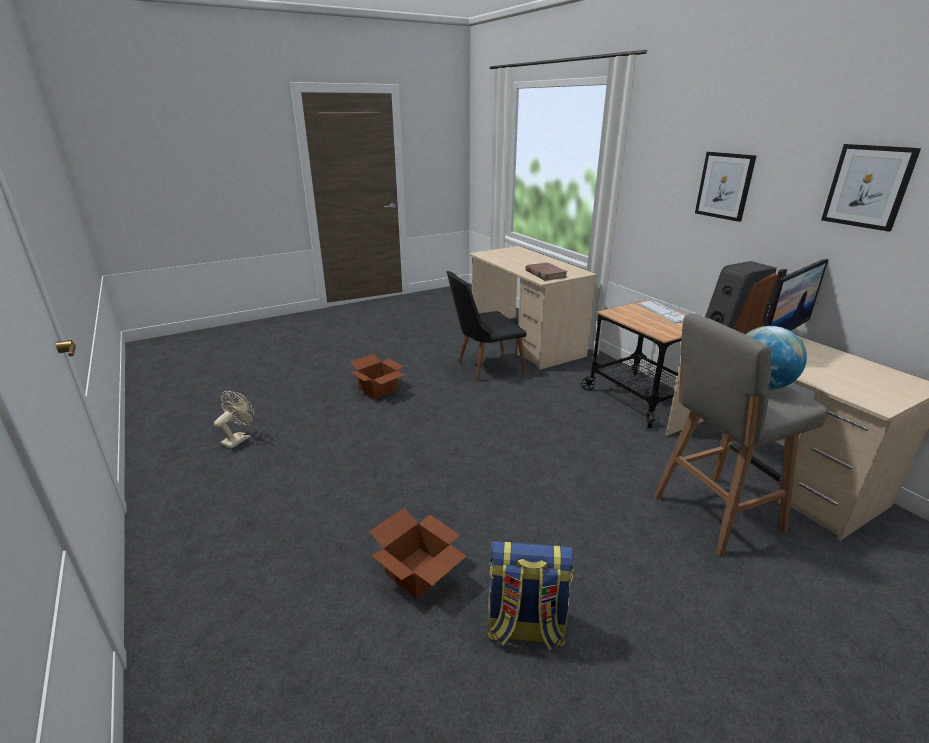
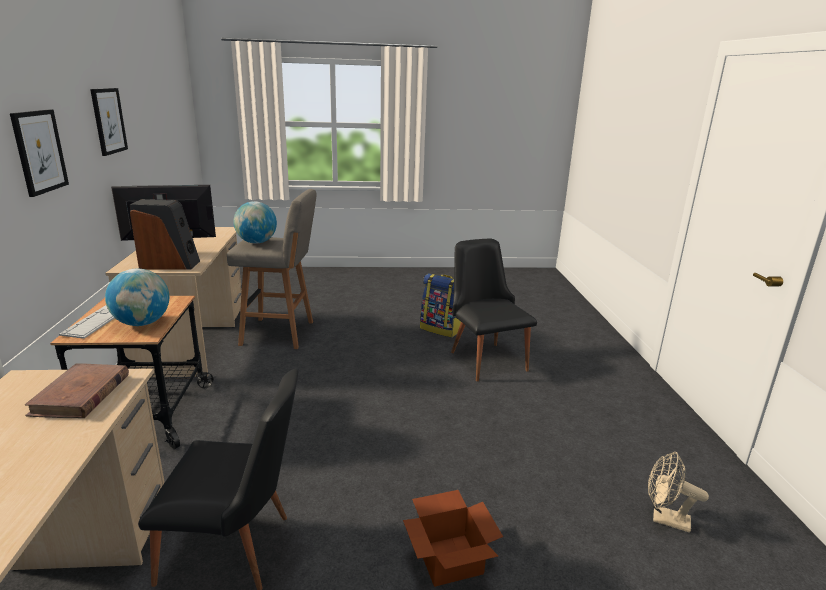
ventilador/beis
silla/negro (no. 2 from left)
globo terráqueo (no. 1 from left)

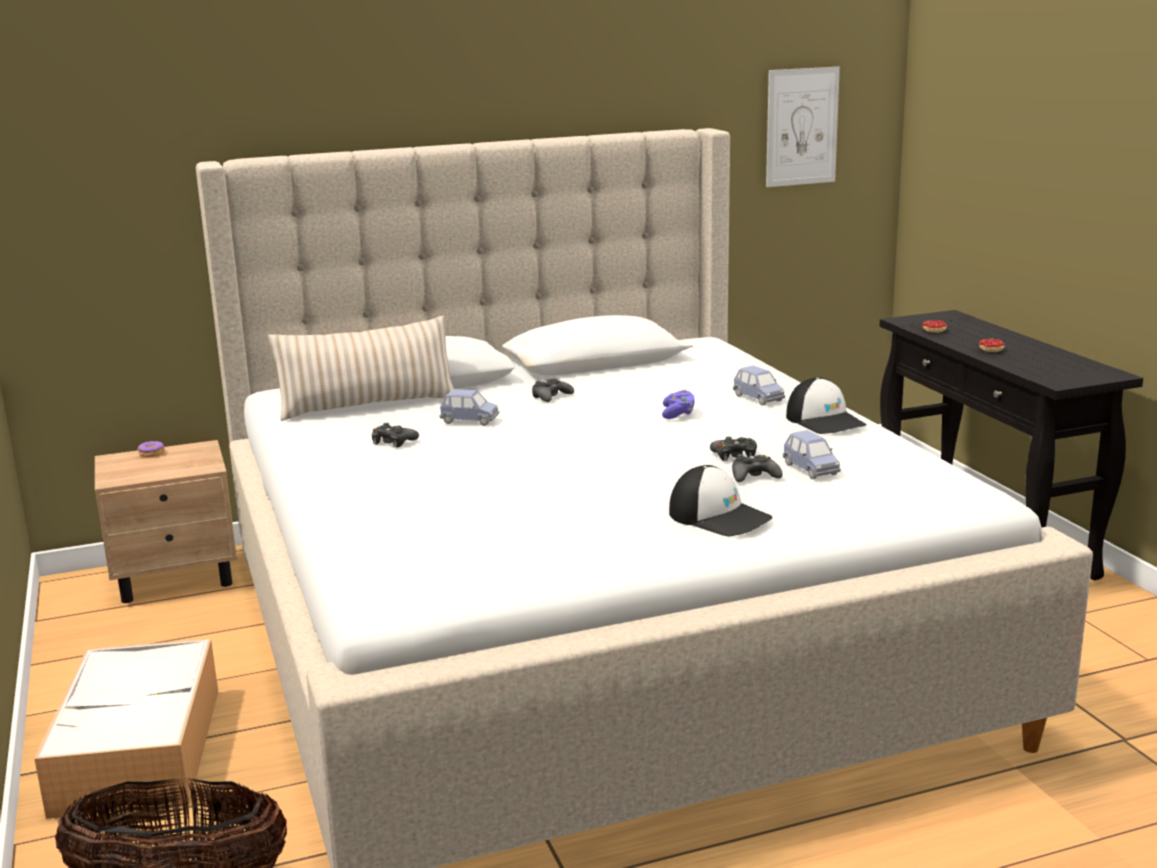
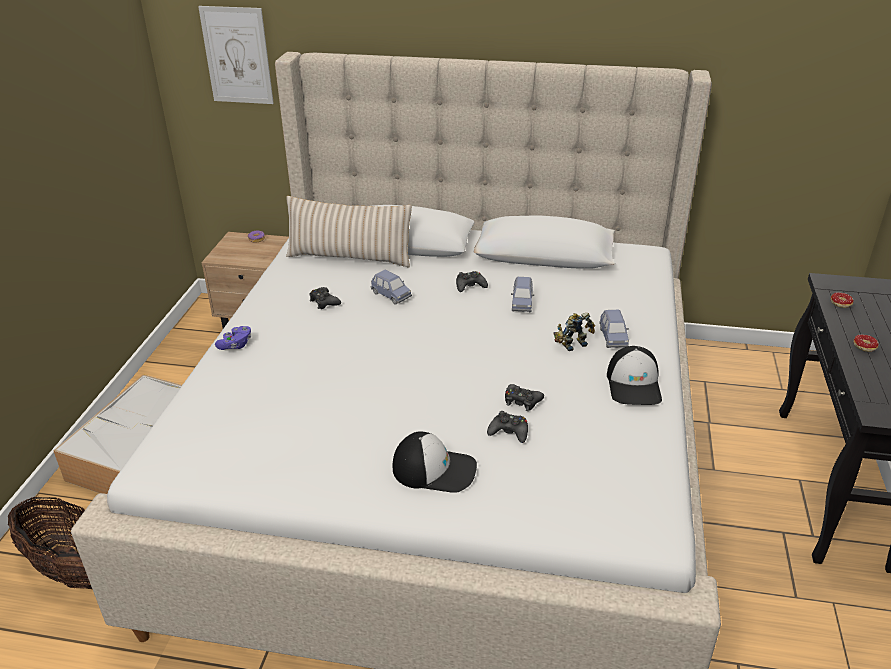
cuadro
mando de consola/morado
coche de juguete/azul (no. 2 from left)
gorra (no. 1 from left)
robot de juguete

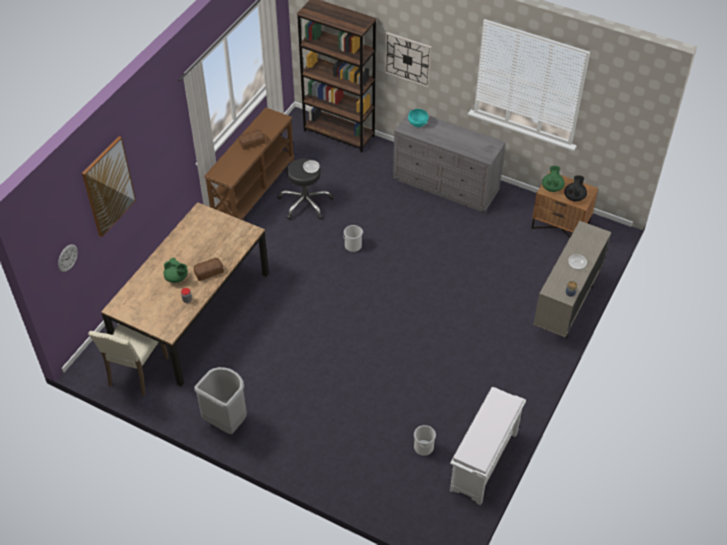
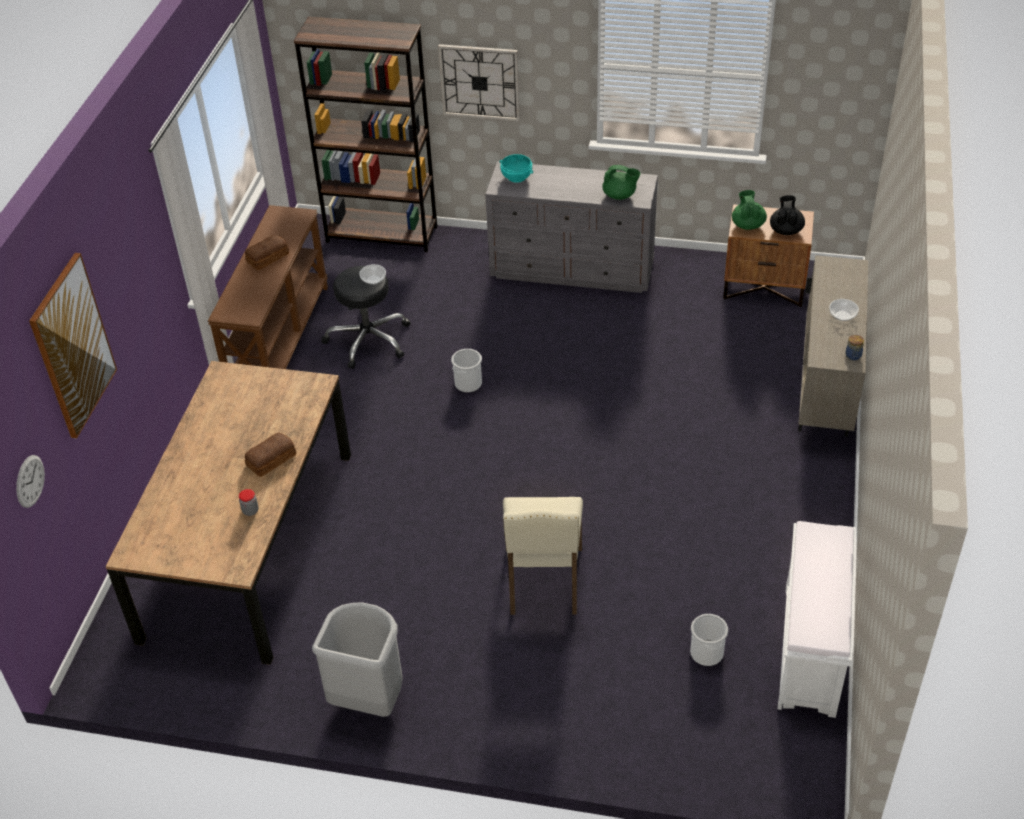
tetera/verde (no. 1 from left)
silla/beis

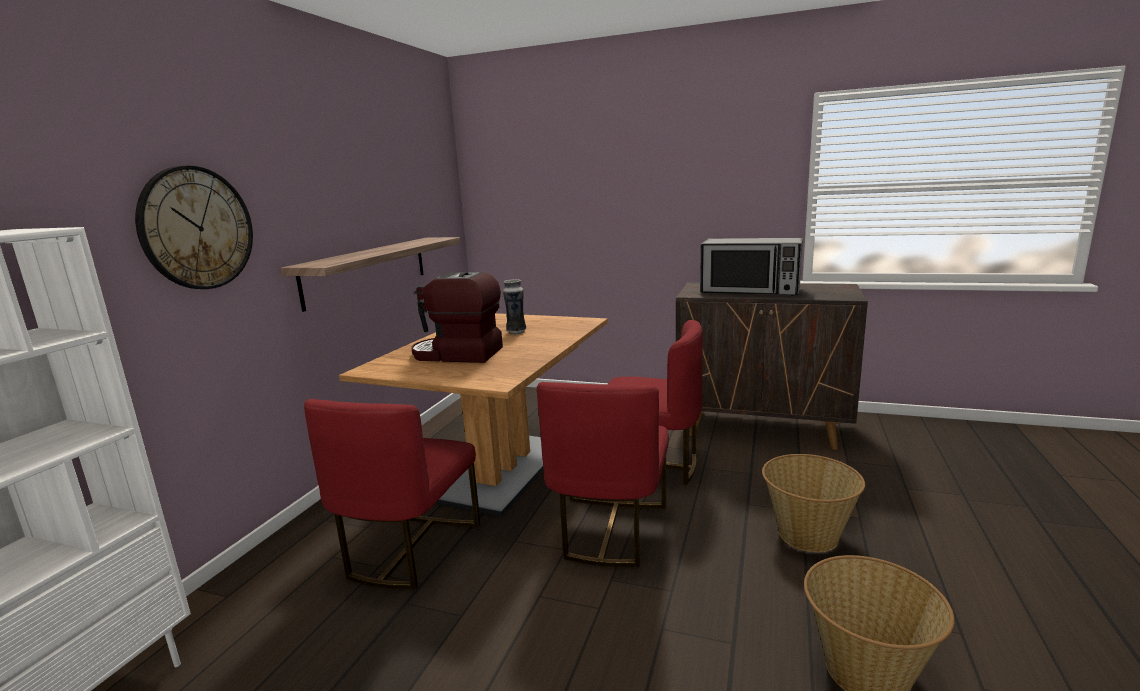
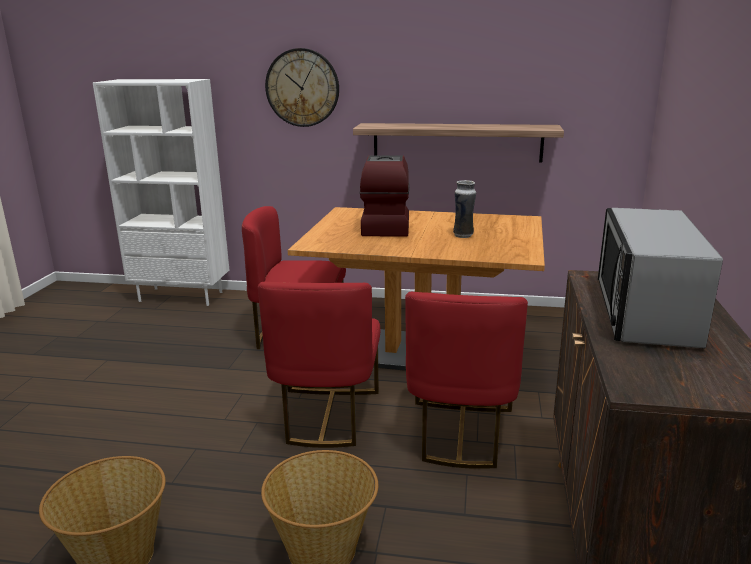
silla/rojo (no. 2 from left)

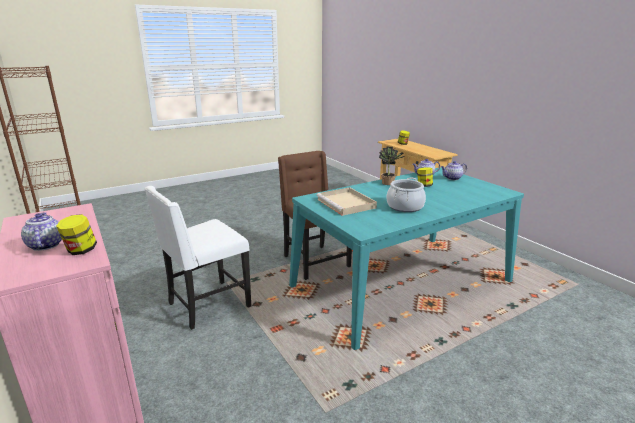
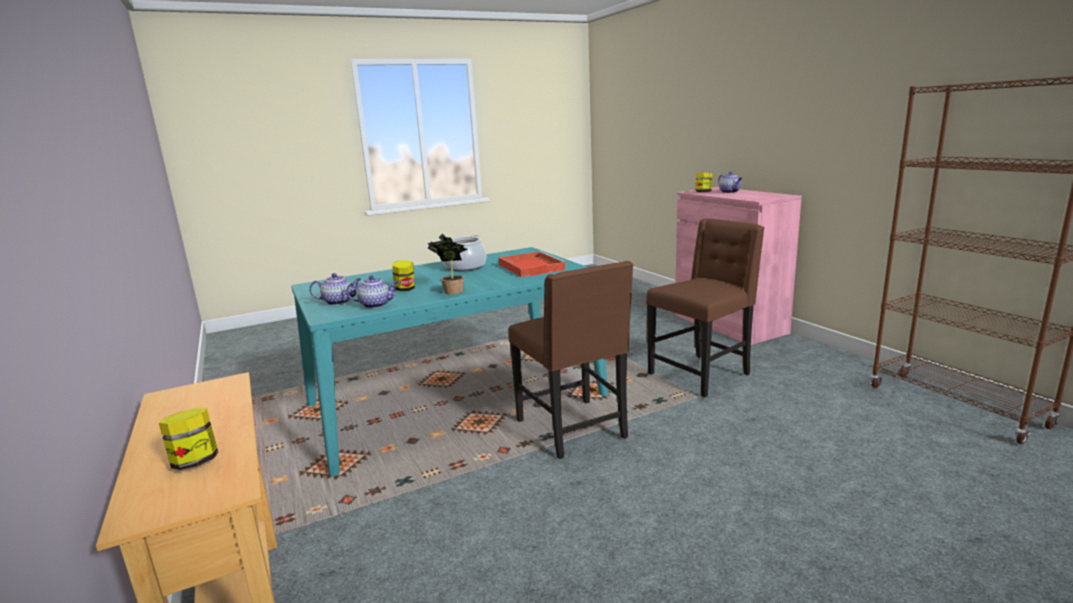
silla/marrón (no. 2 from left)
bandeja/rojo

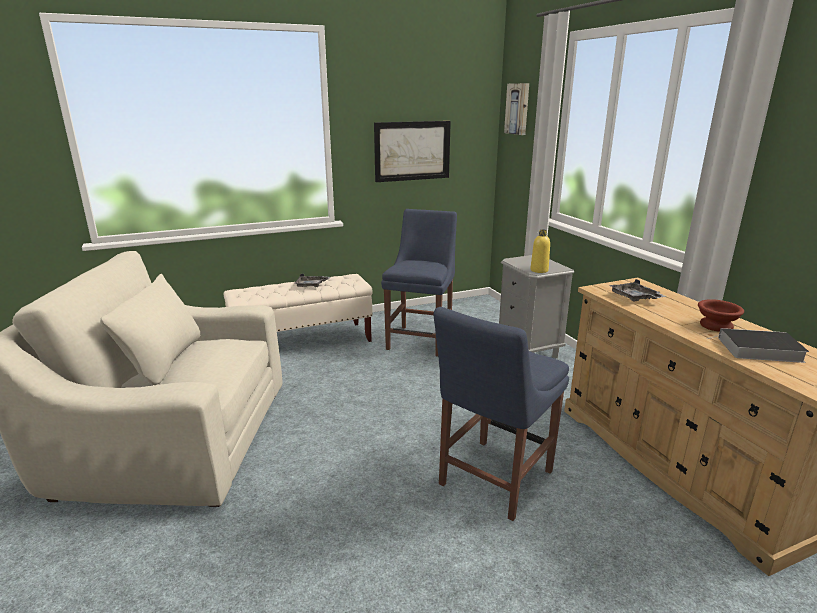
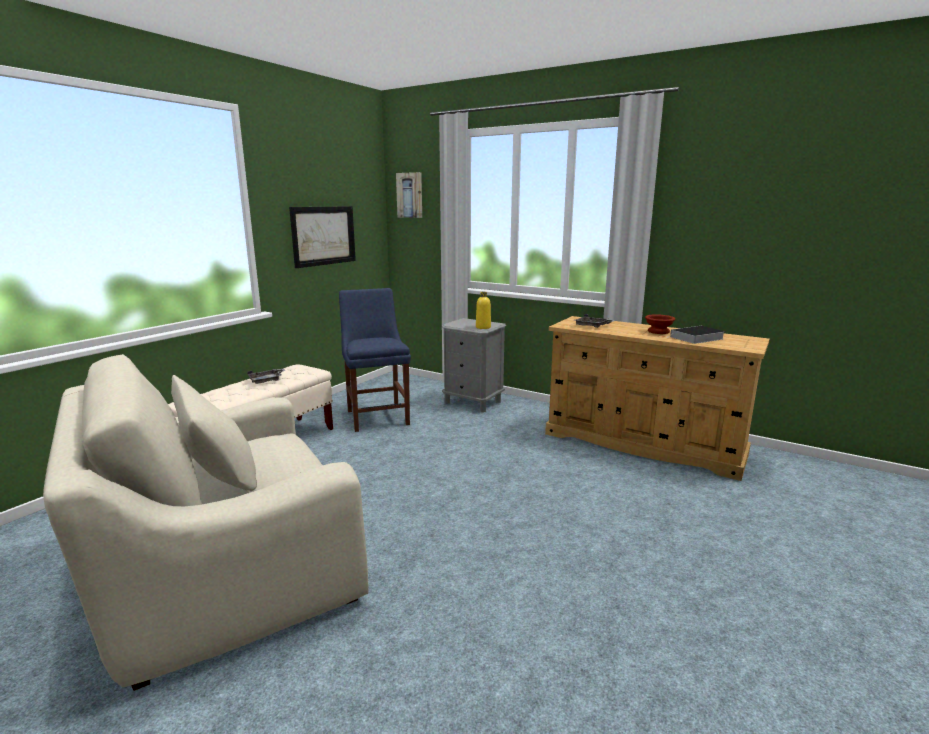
silla/azul (no. 2 from left in the first image)

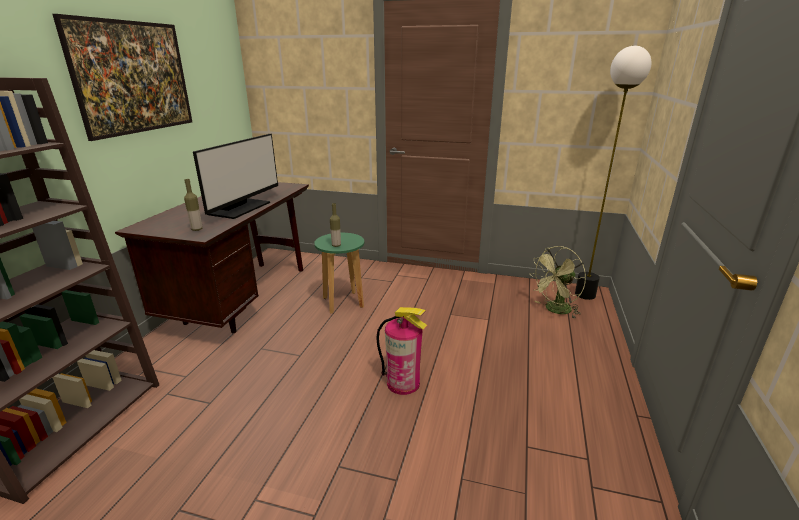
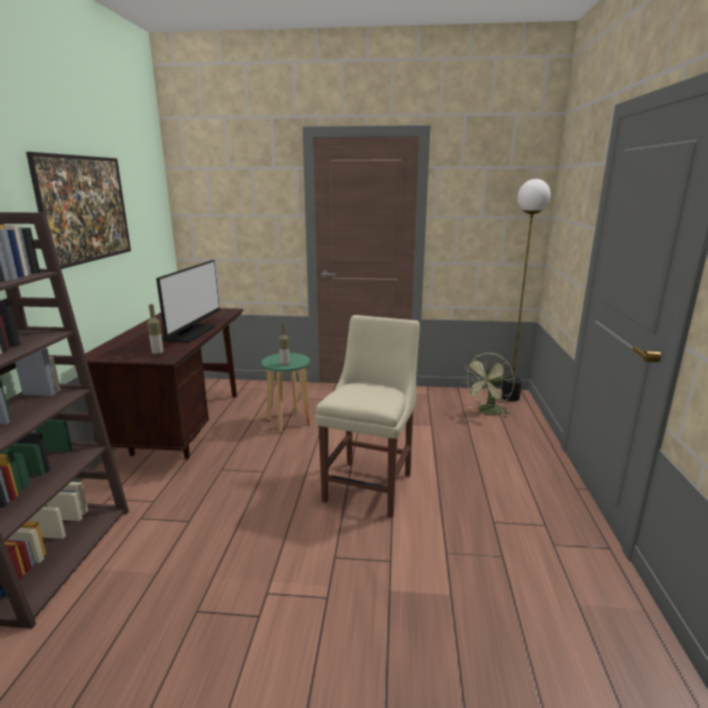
silla/beis

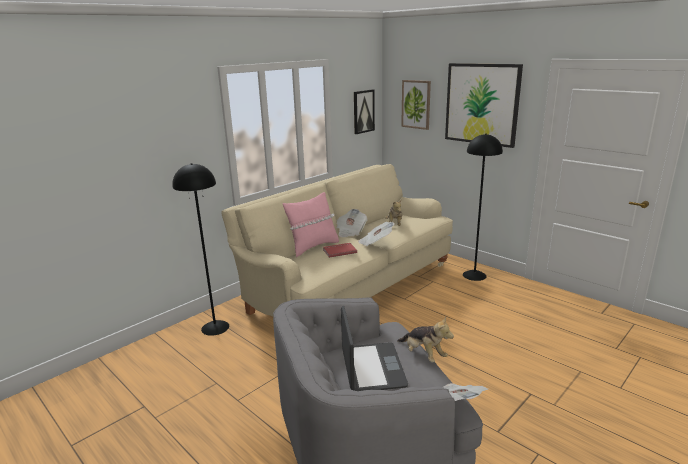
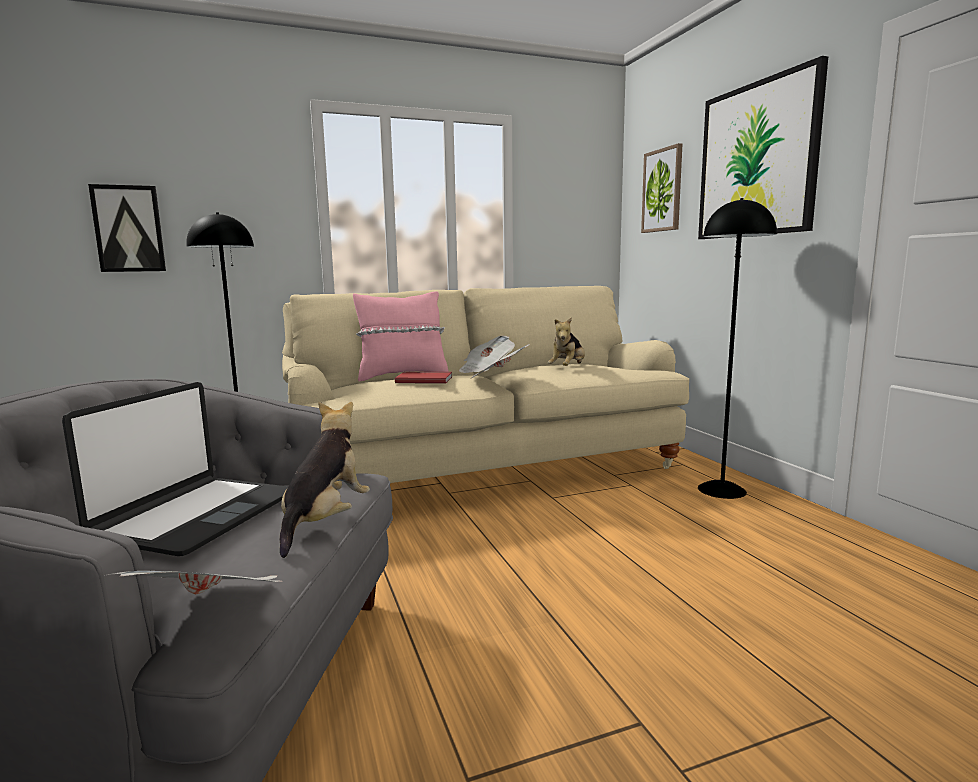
cuadro (no. 1 from left)
peluche (no. 1 from left)

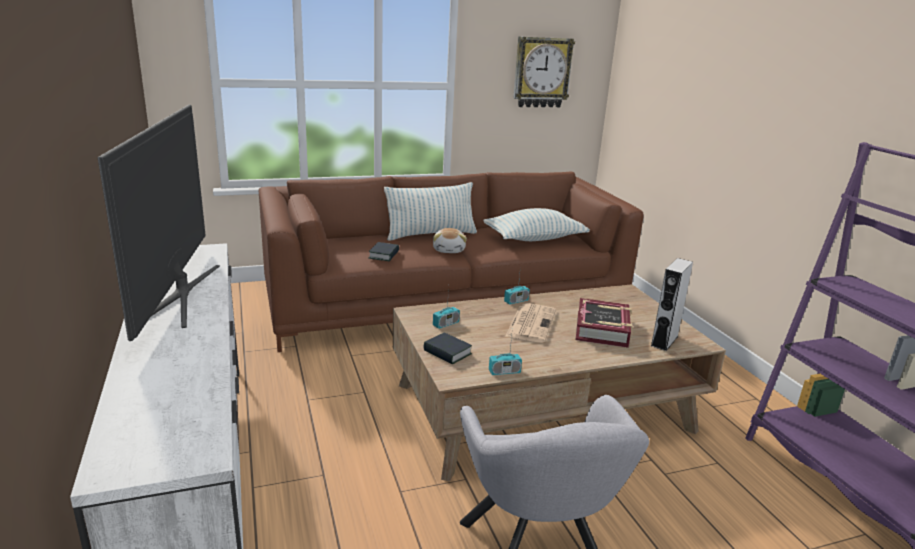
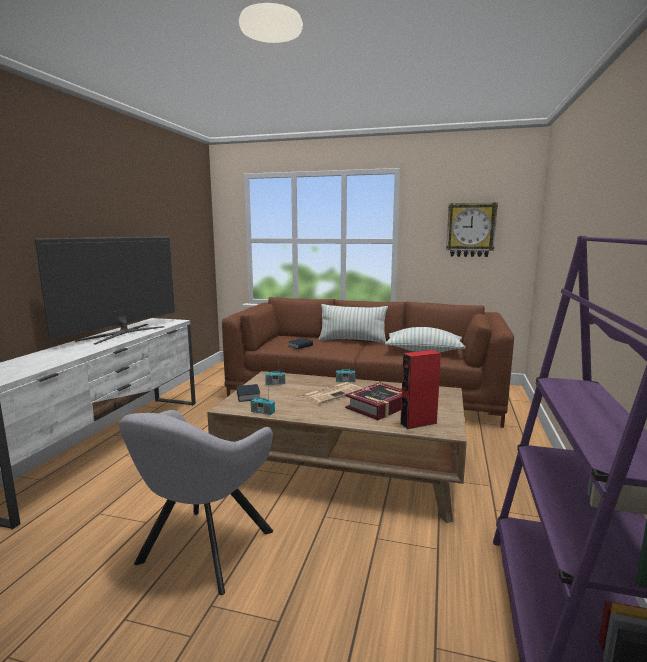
peluche
altavoz/rojo

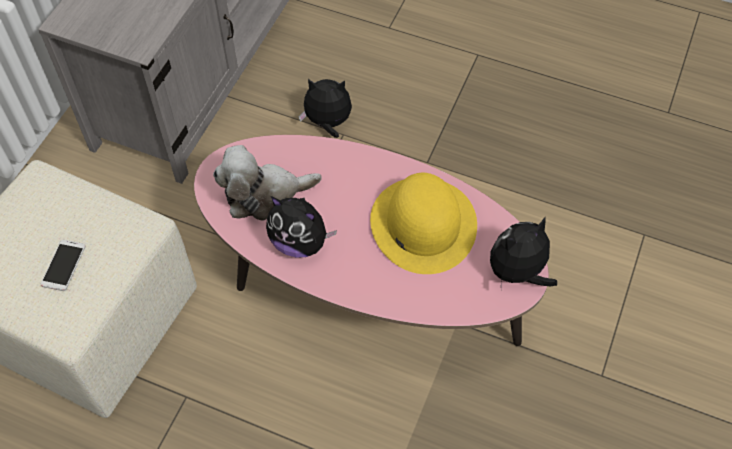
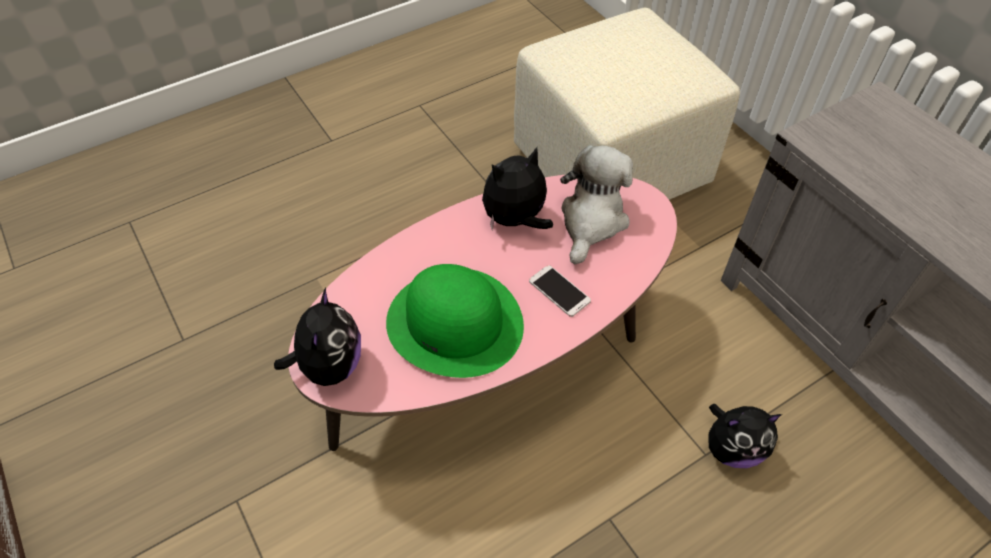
peluche (no. 4 from left)
sombrero/verde
móvil

